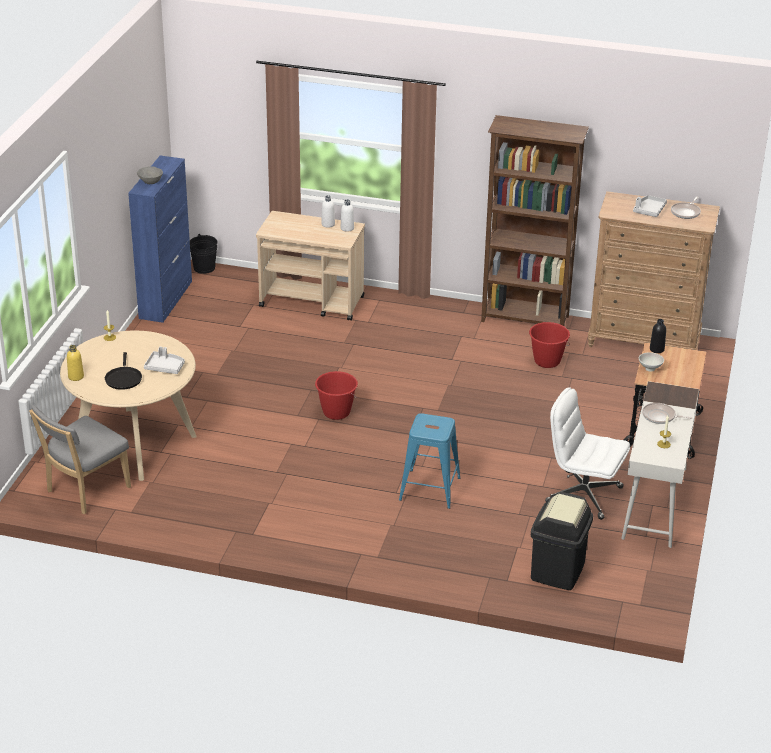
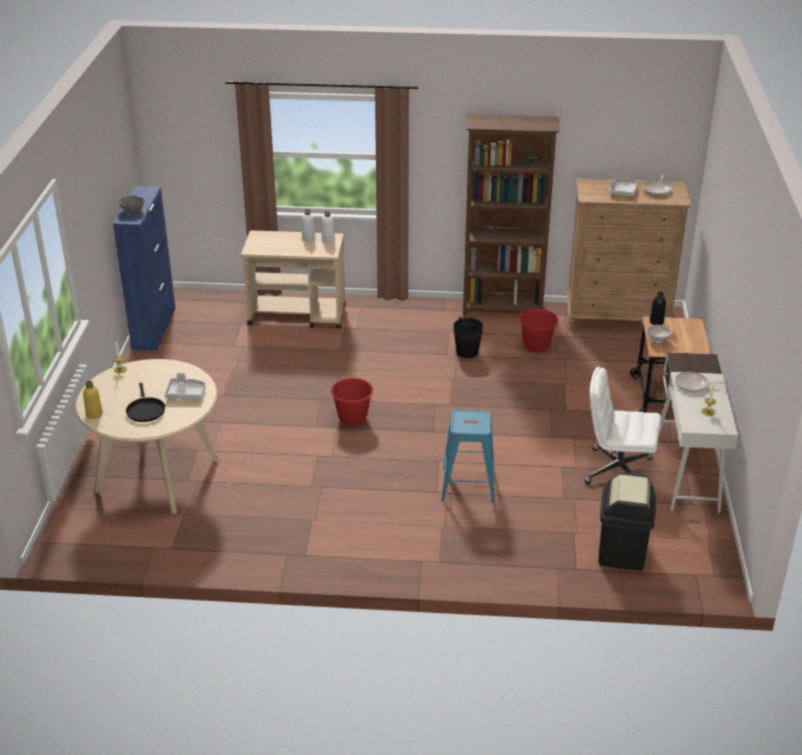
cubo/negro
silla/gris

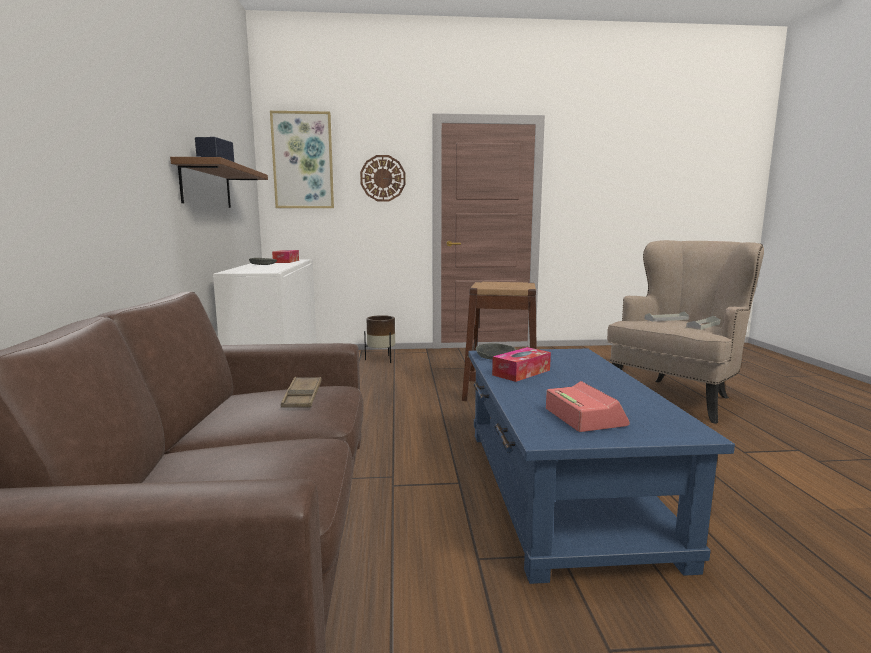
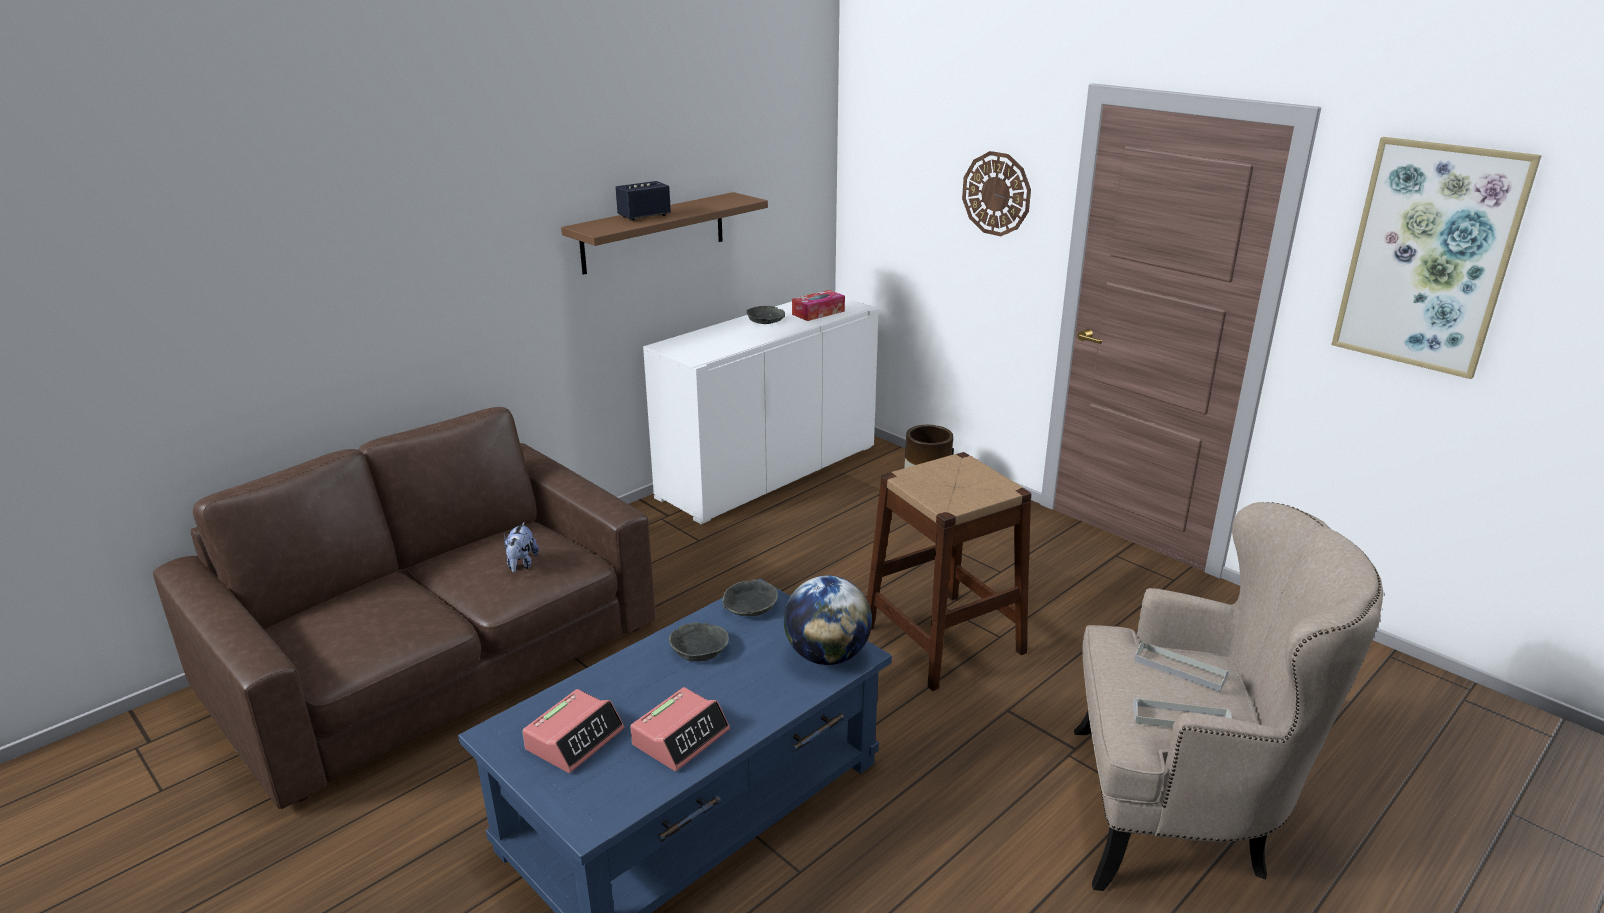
cuadro
cuenco/gris (no. 1 from left)
peluche
globo terráqueo
despertador (no. 2 from left)

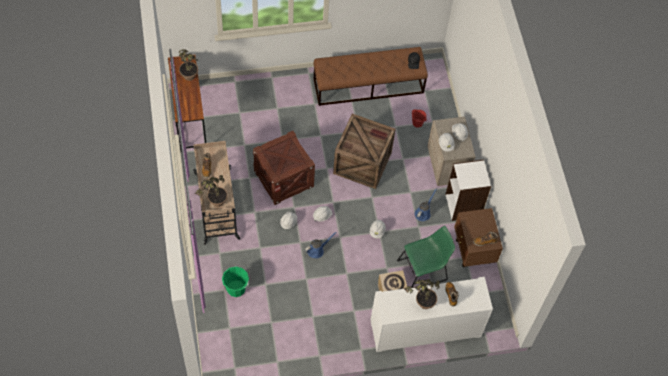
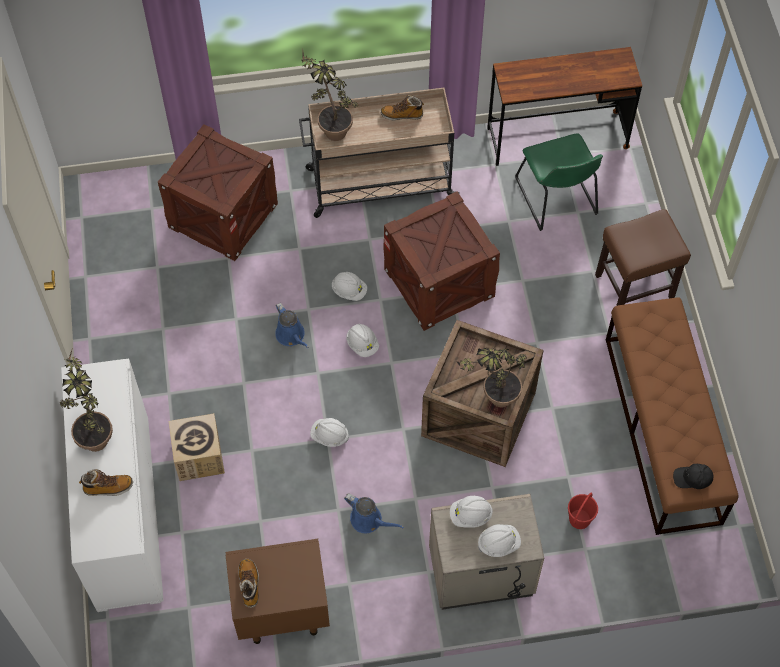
planta en maceta (no. 3 from left)
estantería/blanco
silla/verde
caja de embalaje (no. 1 from left)
taburete/marrón

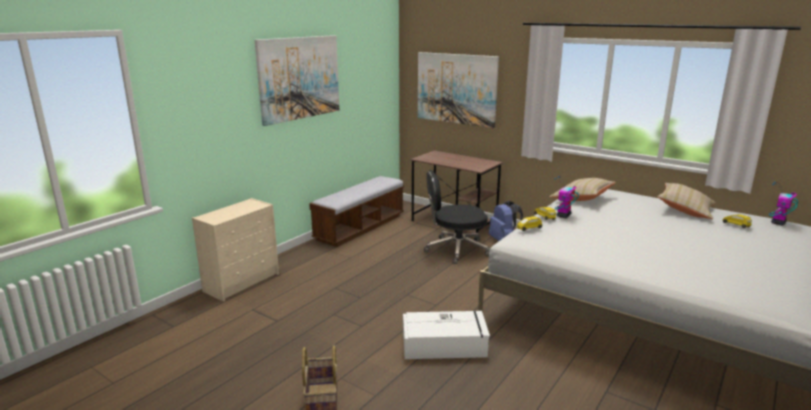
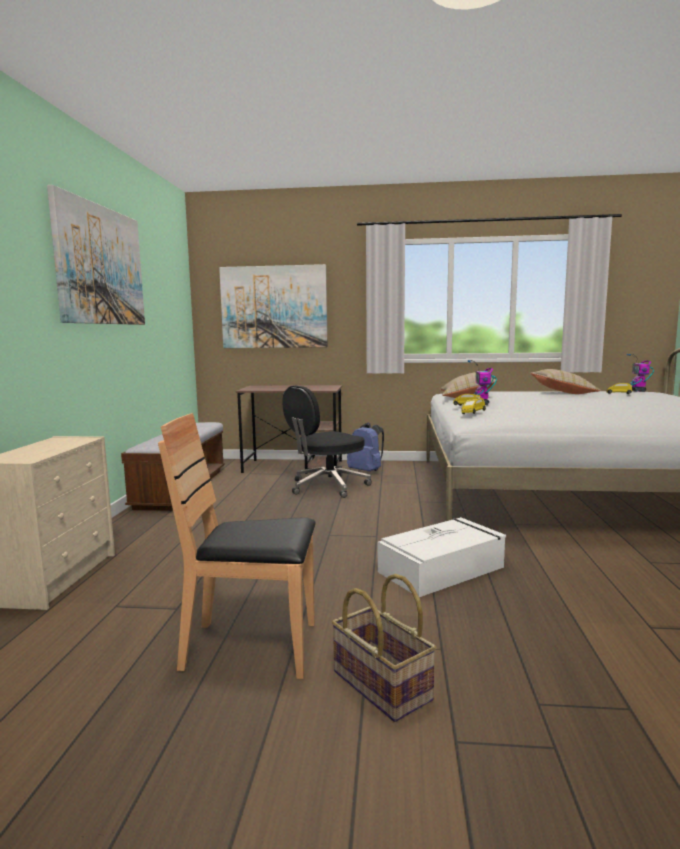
silla/marrón

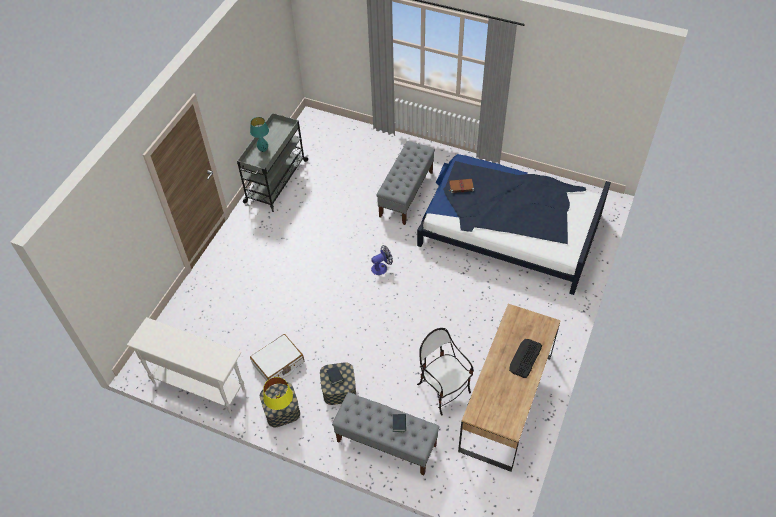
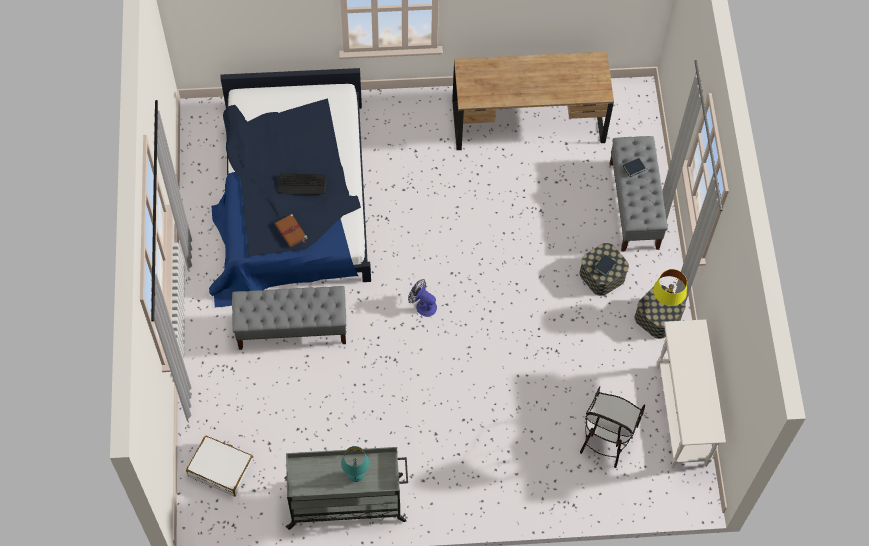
silla
maleta/blanco
teclado

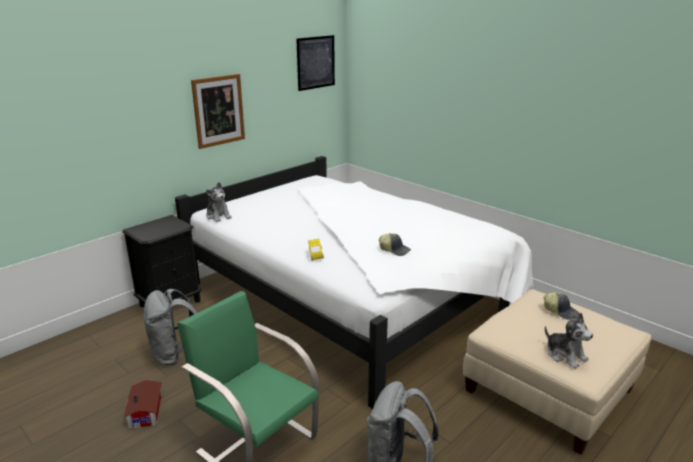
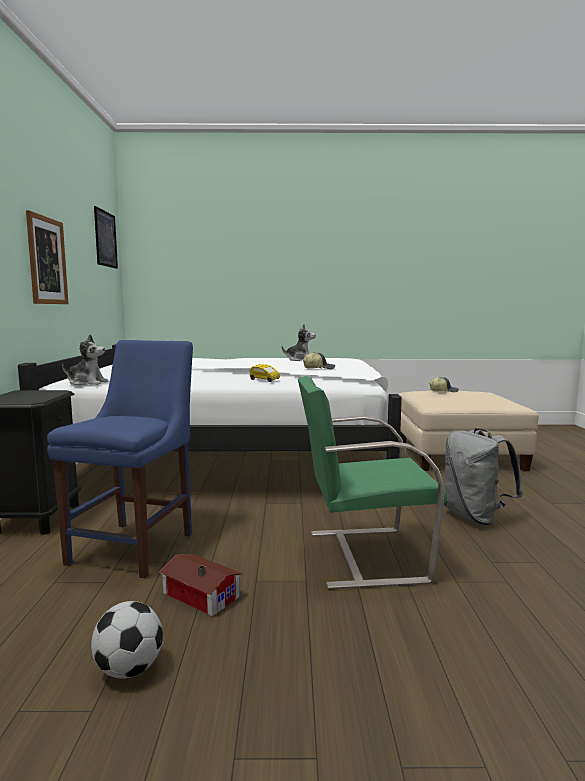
silla/azul
peluche (no. 2 from left)
balón de fútbol

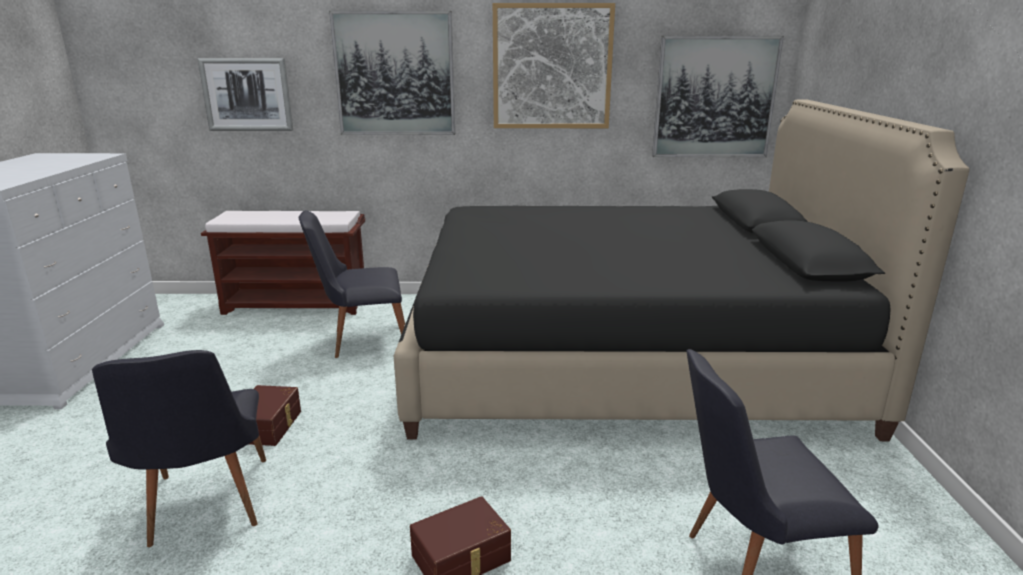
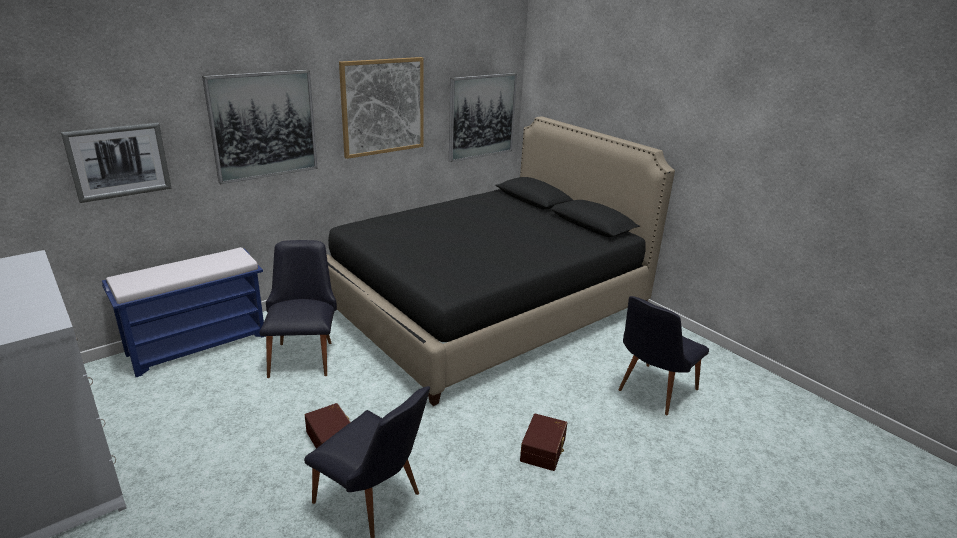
silla/negro (no. 1 from left)
banco/azul

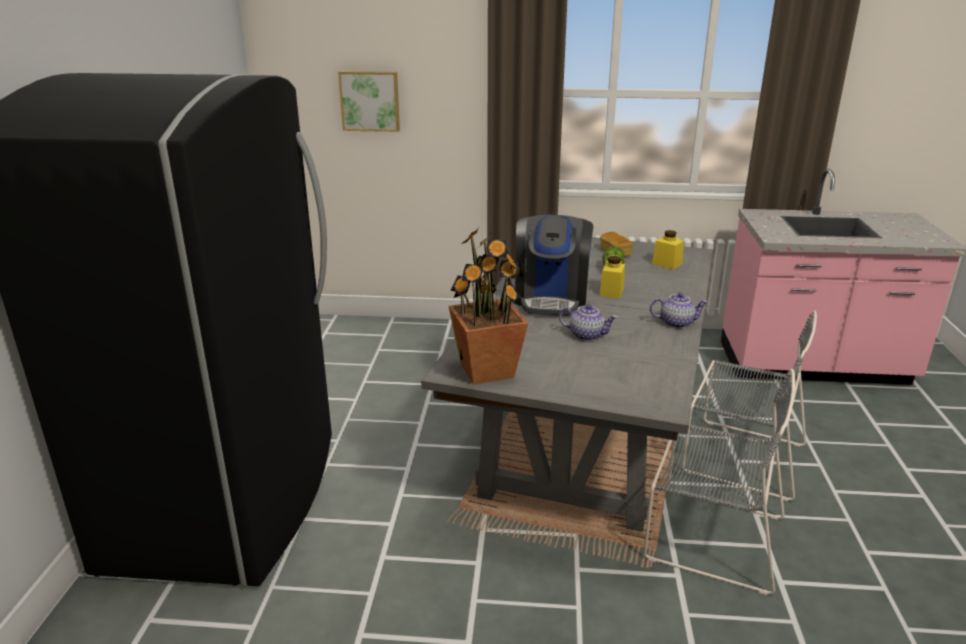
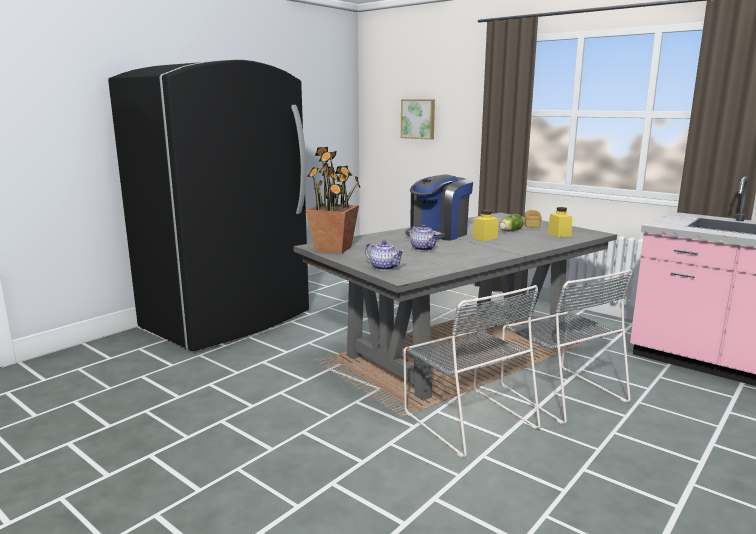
tetera (no. 1 from left)

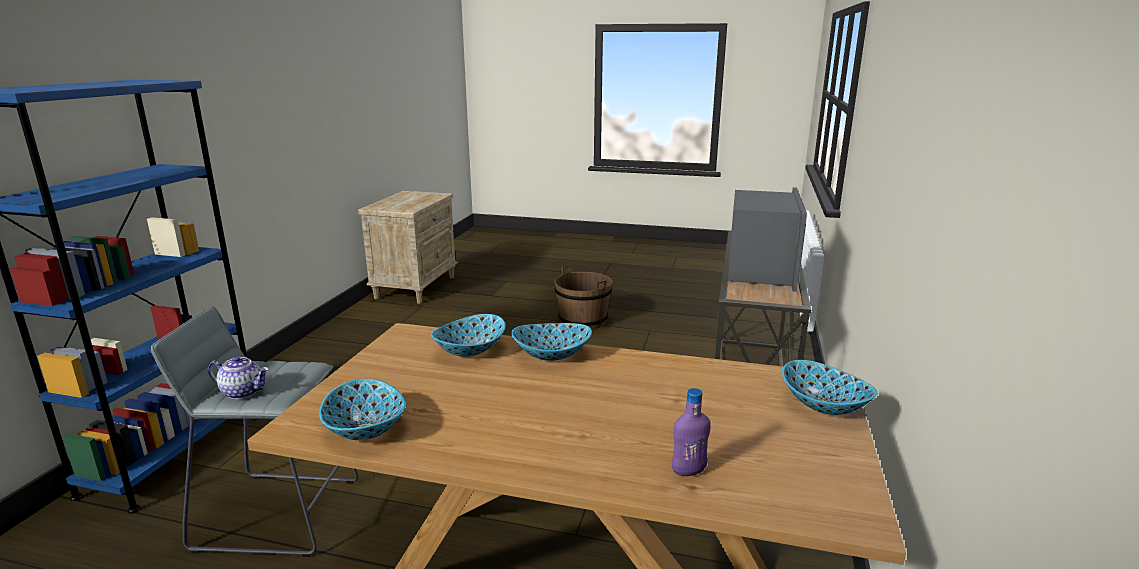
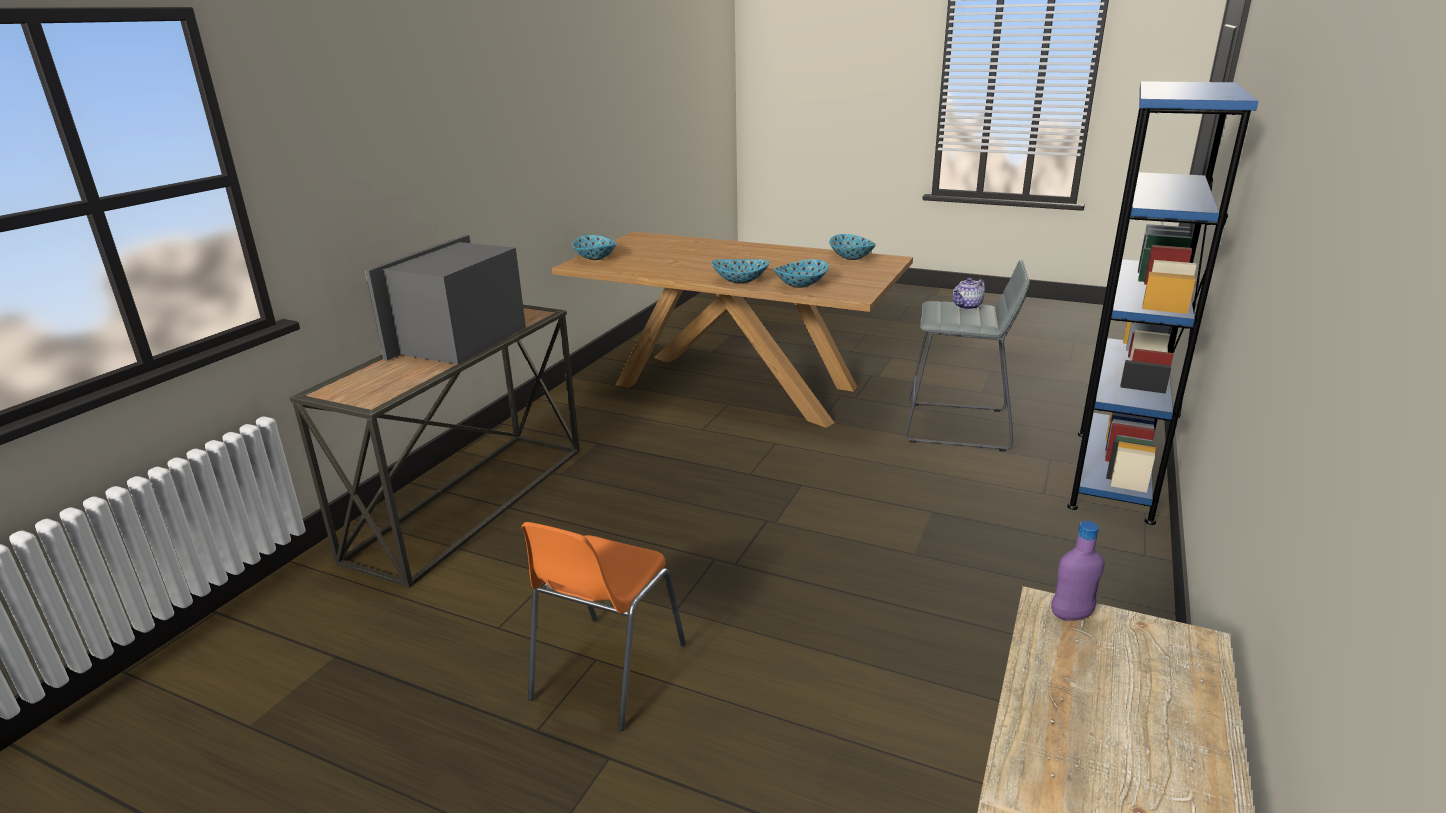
silla/naranja
tetera
botella/morado

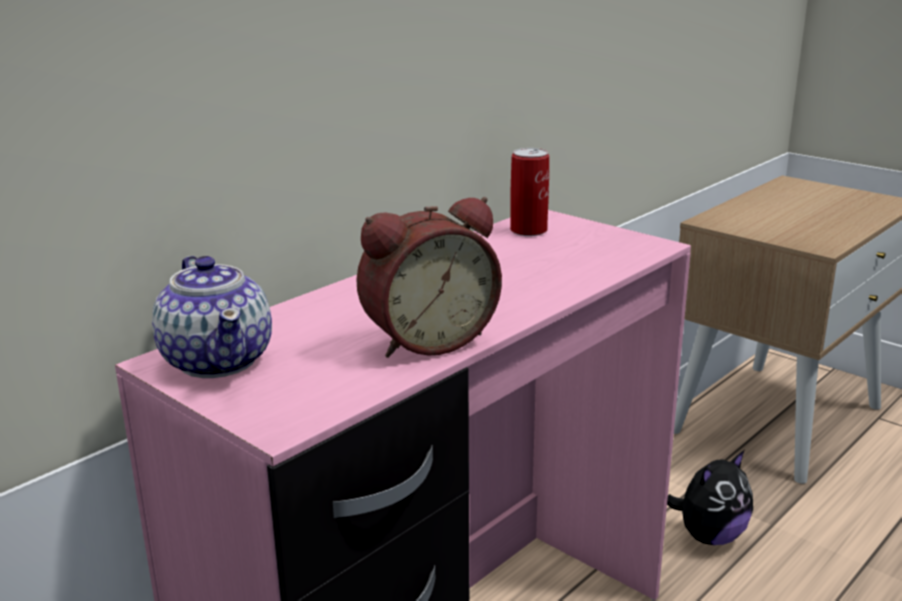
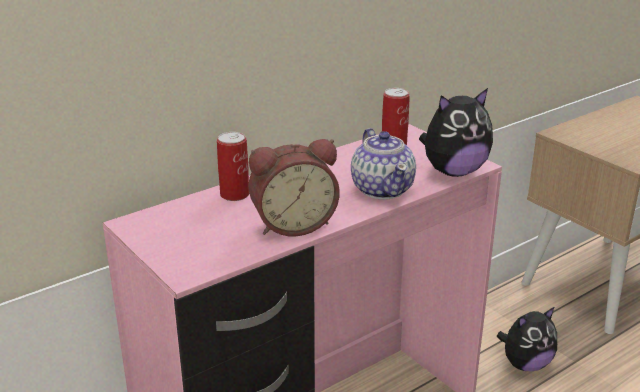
tetera
peluche (no. 1 from left)
lata (no. 1 from left)

